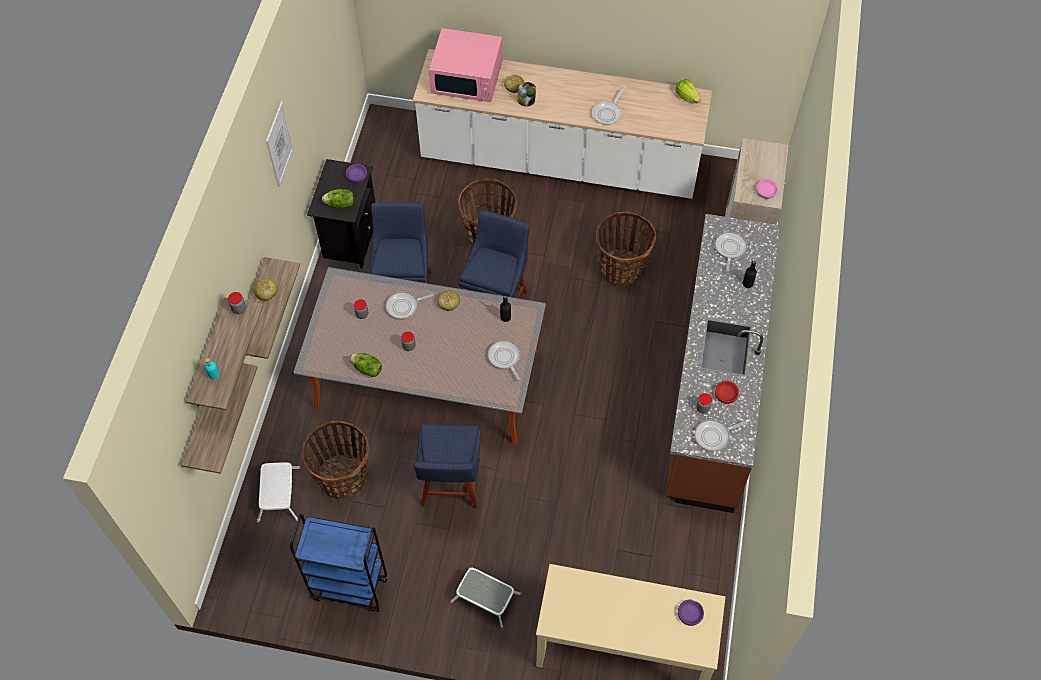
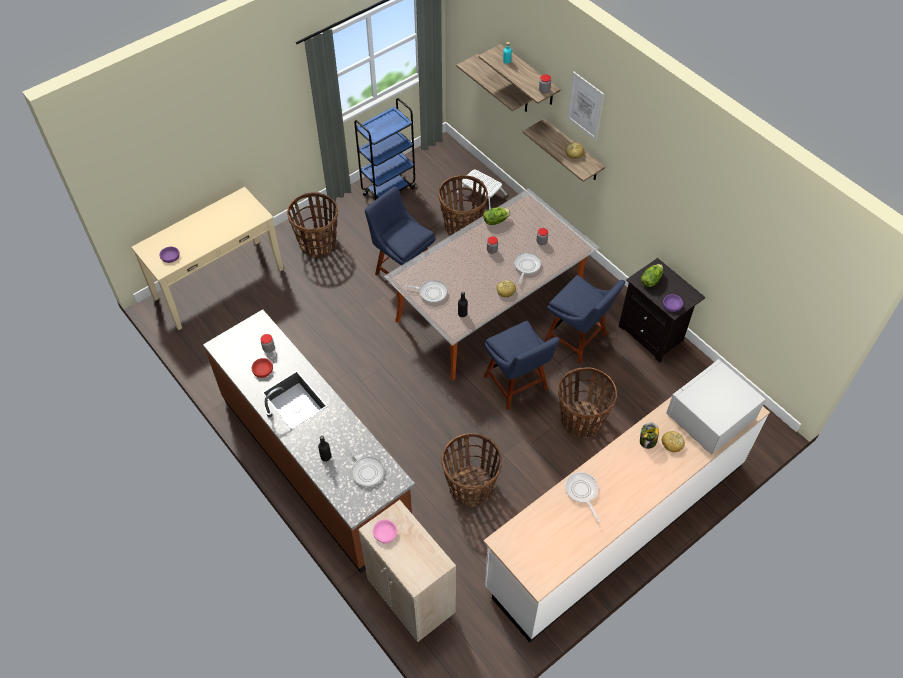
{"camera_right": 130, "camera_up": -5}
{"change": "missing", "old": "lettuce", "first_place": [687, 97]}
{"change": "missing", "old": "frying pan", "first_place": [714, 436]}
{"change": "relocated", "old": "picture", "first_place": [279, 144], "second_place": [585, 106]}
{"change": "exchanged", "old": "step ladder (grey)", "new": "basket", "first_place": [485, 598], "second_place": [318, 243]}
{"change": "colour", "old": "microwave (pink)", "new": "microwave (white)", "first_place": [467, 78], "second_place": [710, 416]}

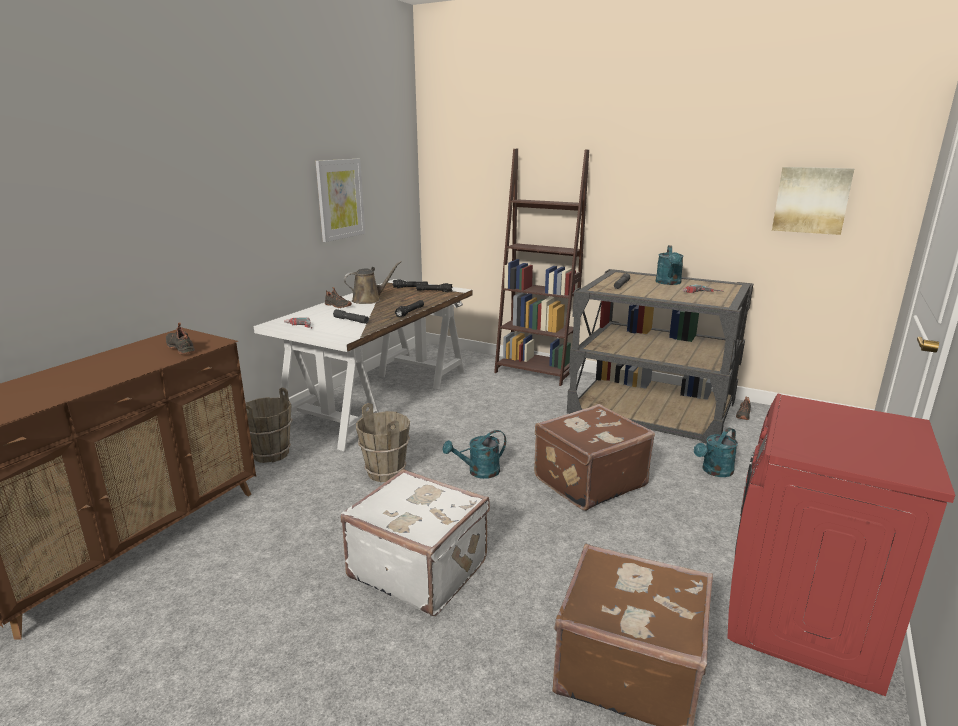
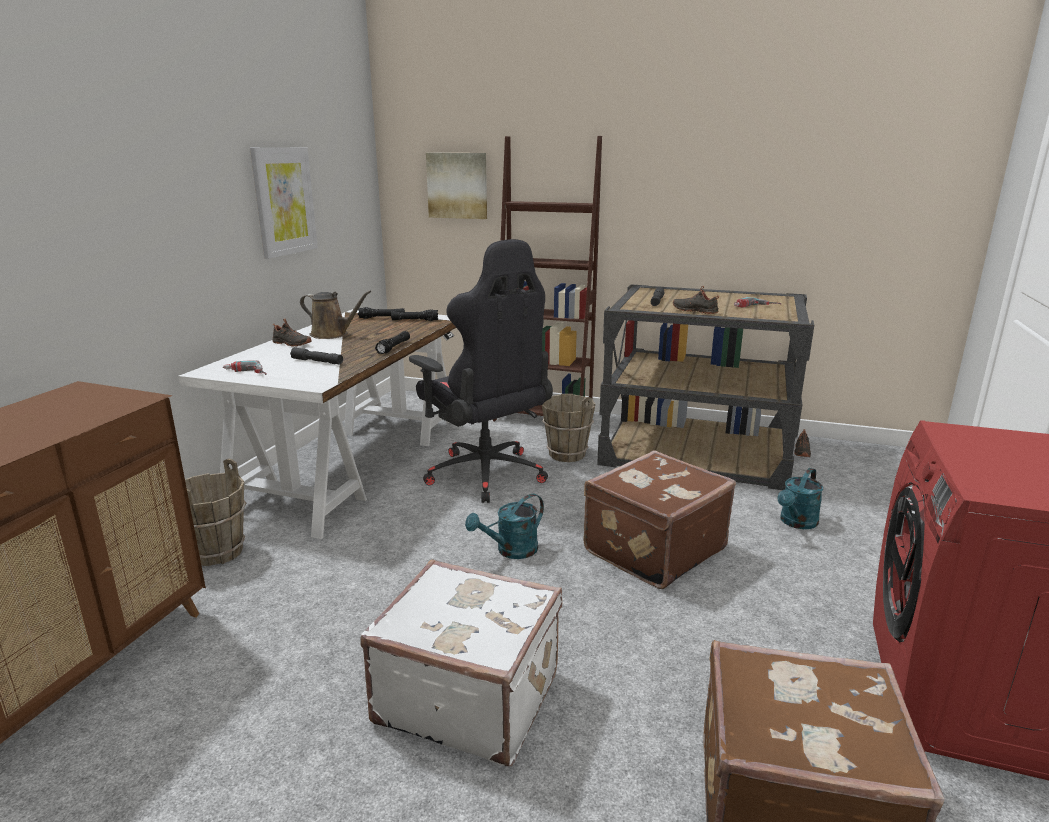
{"camera_right": -10, "camera_up": 0}
{"change": "missing", "old": "watering can (turquoise)", "first_place": [669, 283]}
{"change": "appeared", "new": "office chair (black)", "second_place": [484, 474]}
{"change": "relocated", "old": "shoe (black)", "first_place": [182, 348], "second_place": [695, 311]}
{"change": "relocated", "old": "bucket (brown)", "first_place": [386, 472], "second_place": [567, 454]}
{"change": "relocated", "old": "picture", "first_place": [811, 200], "second_place": [457, 185]}
{"change": "spun", "old": "watering can (brown)", "first_place": [369, 300], "second_place": [332, 334], "degrees": 60}

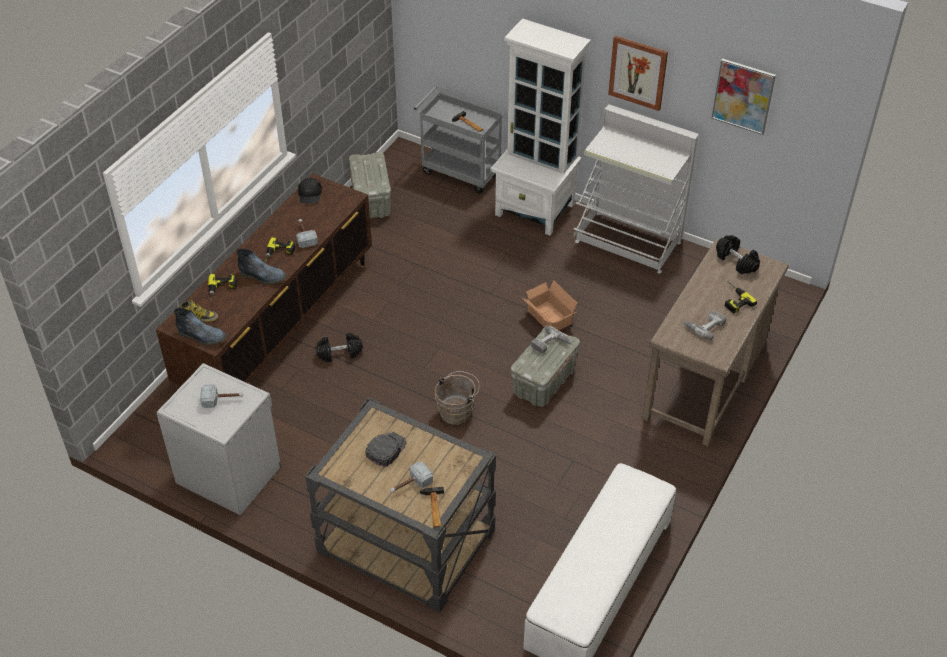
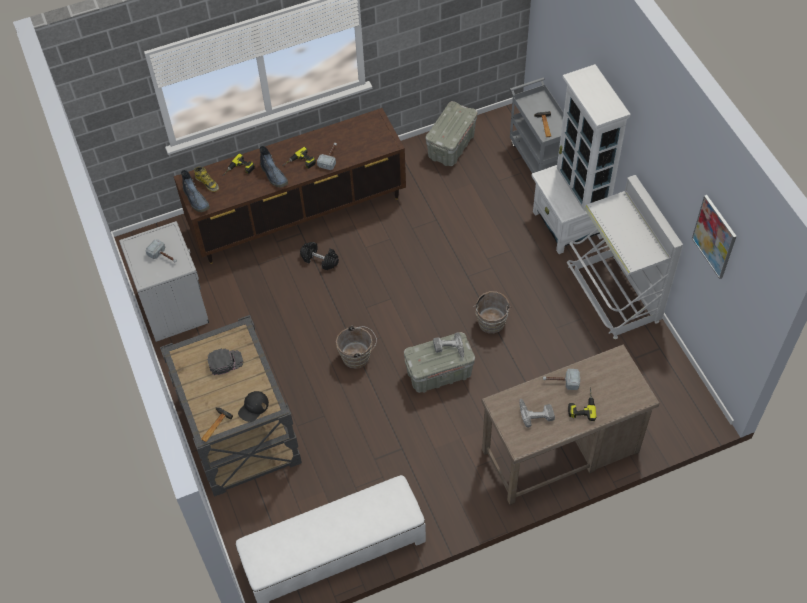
{"camera_right": 40, "camera_up": 10}
{"change": "missing", "old": "picture", "first_place": [638, 72]}
{"change": "missing", "old": "dumbbell (black)", "first_place": [736, 261]}
{"change": "relocated", "old": "cap (black)", "first_place": [310, 194], "second_place": [253, 407]}
{"change": "relocated", "old": "hammer", "first_place": [410, 484], "second_place": [561, 381]}
{"change": "exchanged", "old": "cardboard box", "new": "bucket (brown)", "first_place": [549, 319], "second_place": [491, 324]}

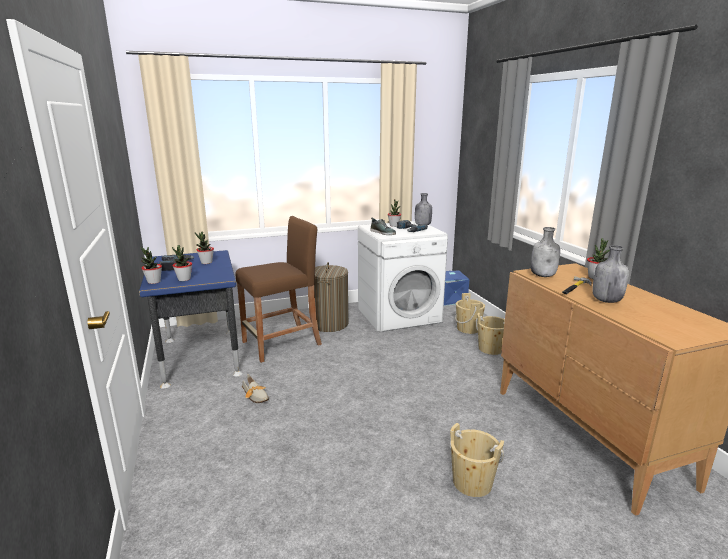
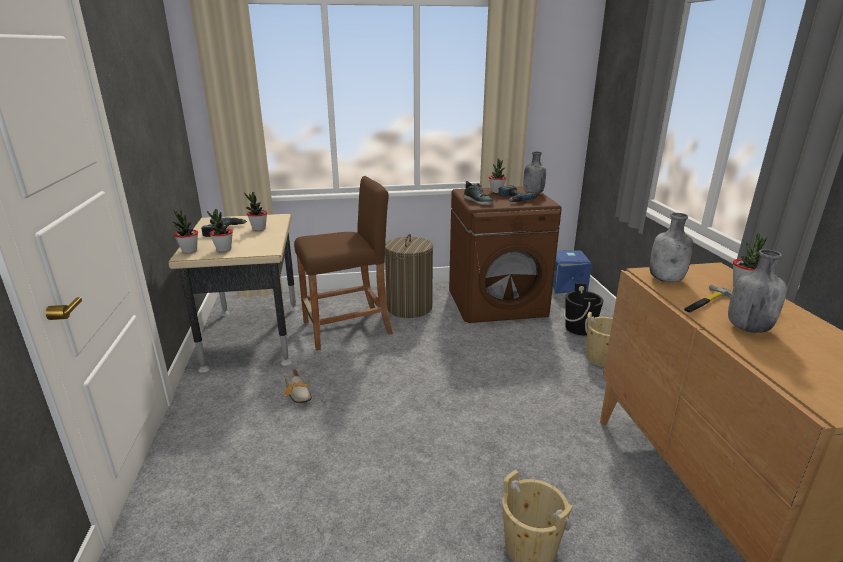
{"camera_right": 10, "camera_up": 5}
{"change": "colour", "old": "desk (blue)", "new": "desk (beige)", "first_place": [200, 356], "second_place": [252, 335]}
{"change": "colour", "old": "washing machine (white)", "new": "washing machine (brown)", "first_place": [401, 315], "second_place": [499, 303]}
{"change": "colour", "old": "bucket (beige)", "new": "bucket (black)", "first_place": [468, 329], "second_place": [580, 328]}

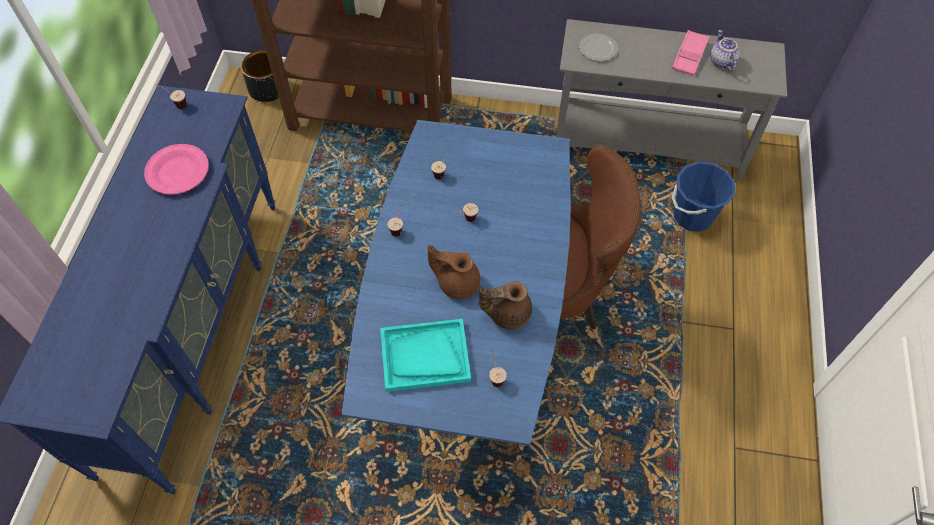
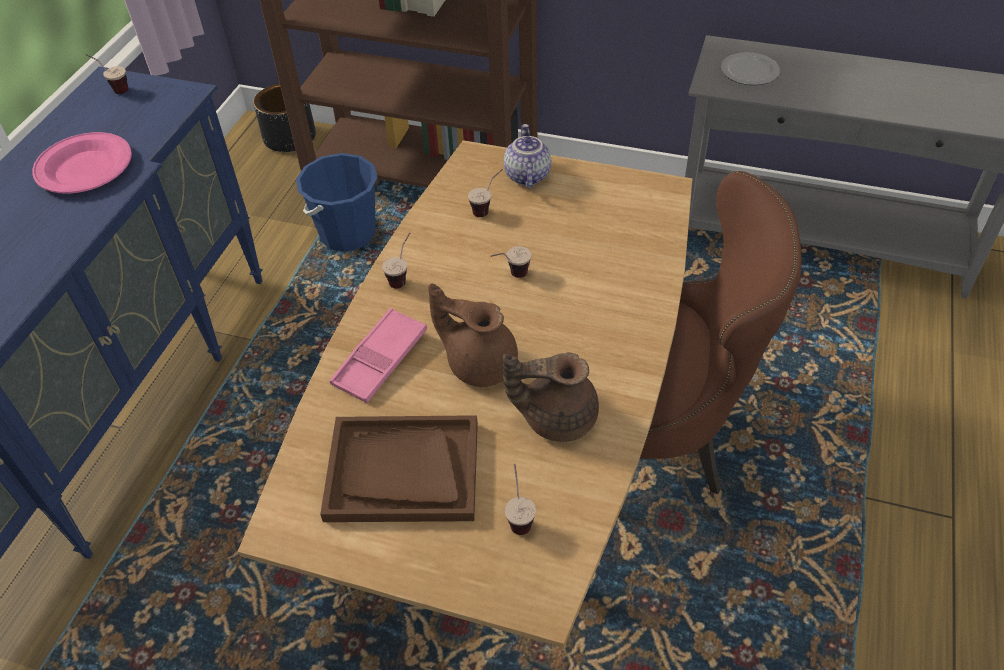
{"camera_right": 10, "camera_up": -10}
{"change": "relocated", "old": "bucket (blue)", "first_place": [692, 215], "second_place": [347, 233]}
{"change": "relocated", "old": "tray (pink)", "first_place": [689, 56], "second_place": [380, 360]}
{"change": "relocated", "old": "teapot", "first_place": [721, 61], "second_place": [526, 175]}
{"change": "colour", "old": "dining table (blue)", "new": "dining table (brown)", "first_place": [467, 336], "second_place": [509, 483]}
{"change": "colour", "old": "tray (turquoise)", "new": "tray (brown)", "first_place": [424, 356], "second_place": [402, 471]}

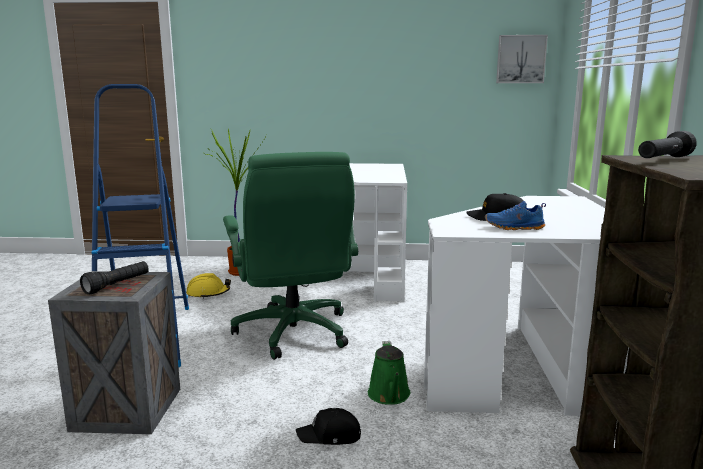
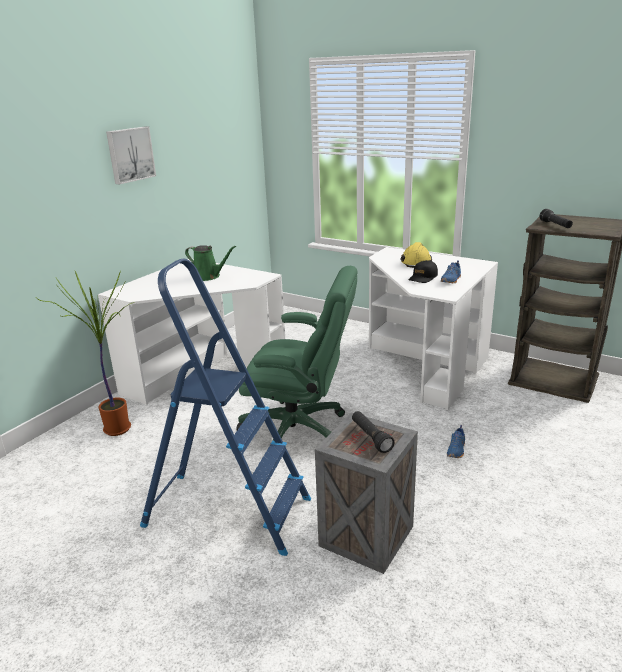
{"camera_right": -60, "camera_up": 10}
{"change": "relocated", "old": "hard hat (yellow)", "first_place": [208, 293], "second_place": [416, 262]}
{"change": "relocated", "old": "watering can (green)", "first_place": [389, 396], "second_place": [208, 276]}
{"change": "relocated", "old": "picture", "first_place": [520, 59], "second_place": [130, 154]}
{"change": "exchanged", "old": "cap (black)", "new": "shoe (blue)", "first_place": [330, 436], "second_place": [456, 450]}

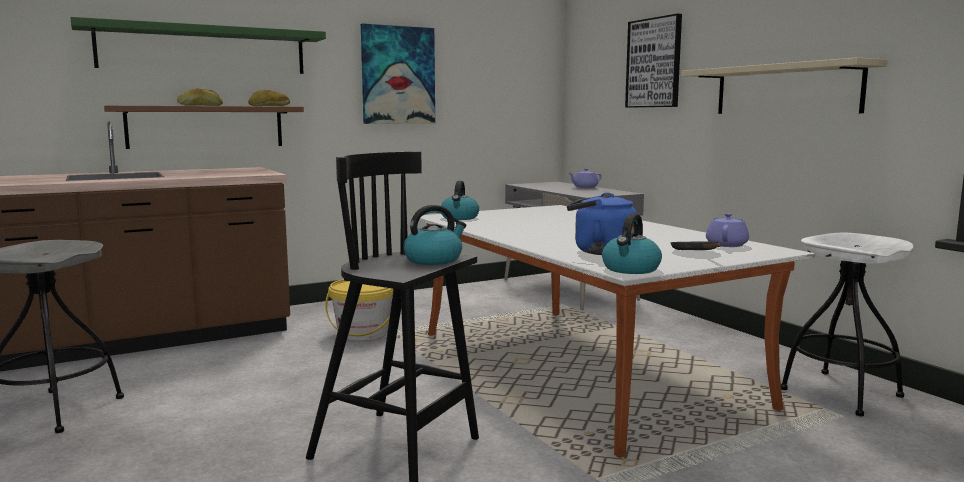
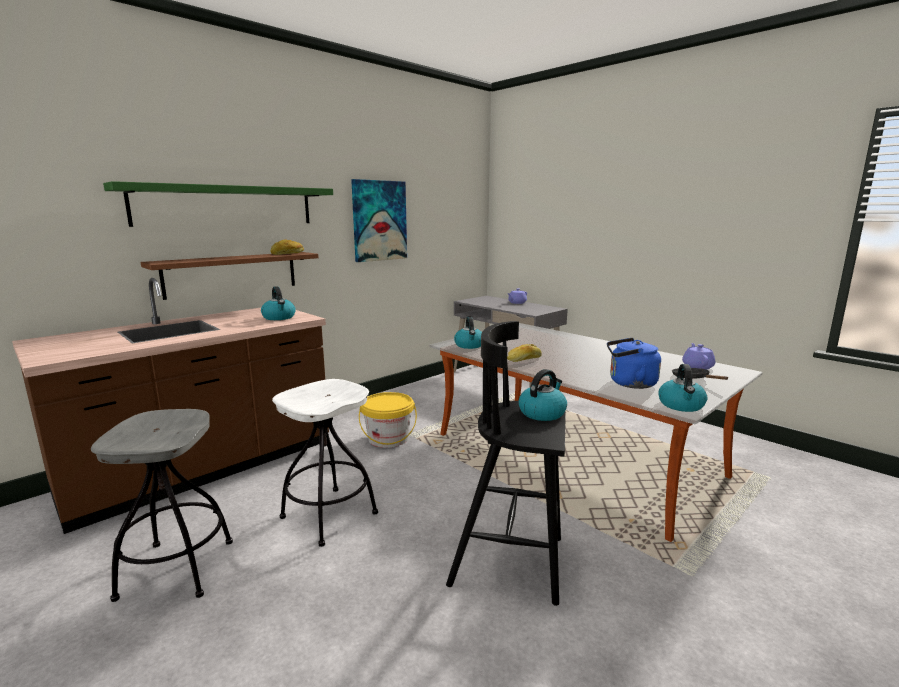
{"camera_right": -15, "camera_up": 5}
{"change": "missing", "old": "picture", "first_place": [654, 63]}
{"change": "missing", "old": "shelf (beige)", "first_place": [785, 90]}
{"change": "appeared", "new": "kettle", "second_place": [279, 317]}
{"change": "relocated", "old": "bread", "first_place": [200, 106], "second_place": [524, 360]}
{"change": "relocated", "old": "stool (white)", "first_place": [841, 392], "second_place": [329, 514]}

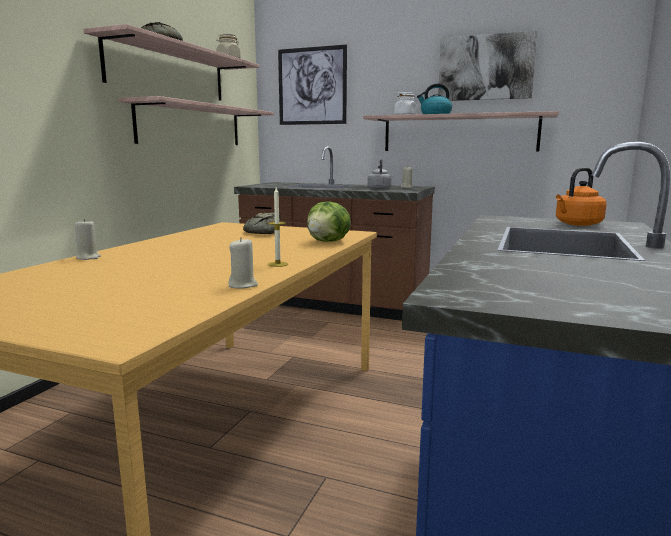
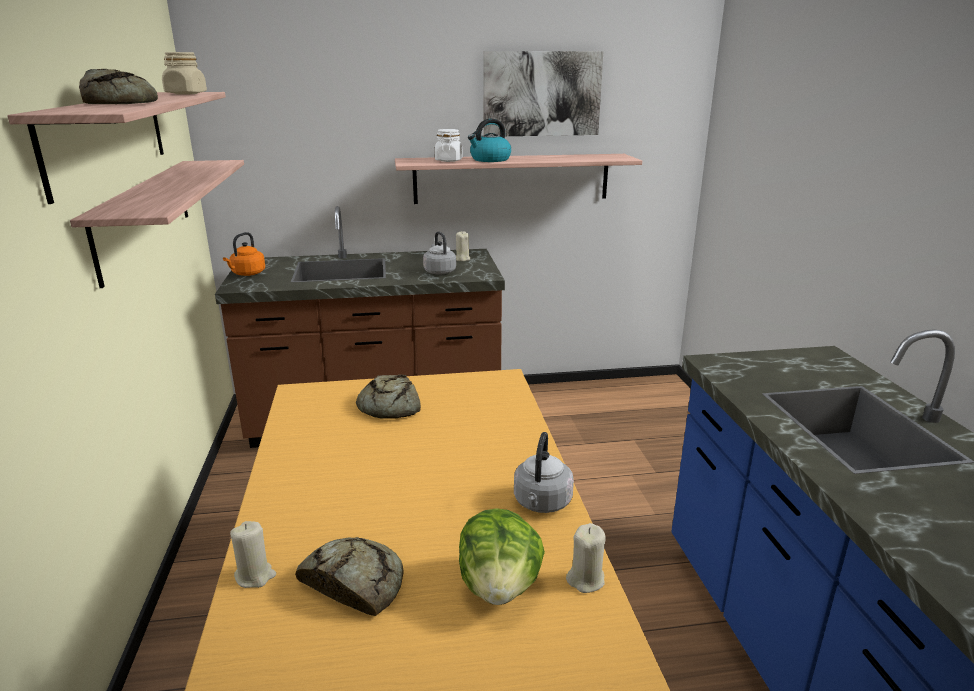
{"camera_right": -30, "camera_up": 10}
{"change": "missing", "old": "picture", "first_place": [312, 86]}
{"change": "appeared", "new": "bread", "second_place": [354, 582]}
{"change": "relocated", "old": "lettuce", "first_place": [328, 242], "second_place": [500, 587]}
{"change": "relocated", "old": "kettle (orange)", "first_place": [577, 224], "second_place": [247, 274]}
{"change": "exchanged", "old": "candle", "new": "kettle (grey)", "first_place": [278, 264], "second_place": [541, 503]}

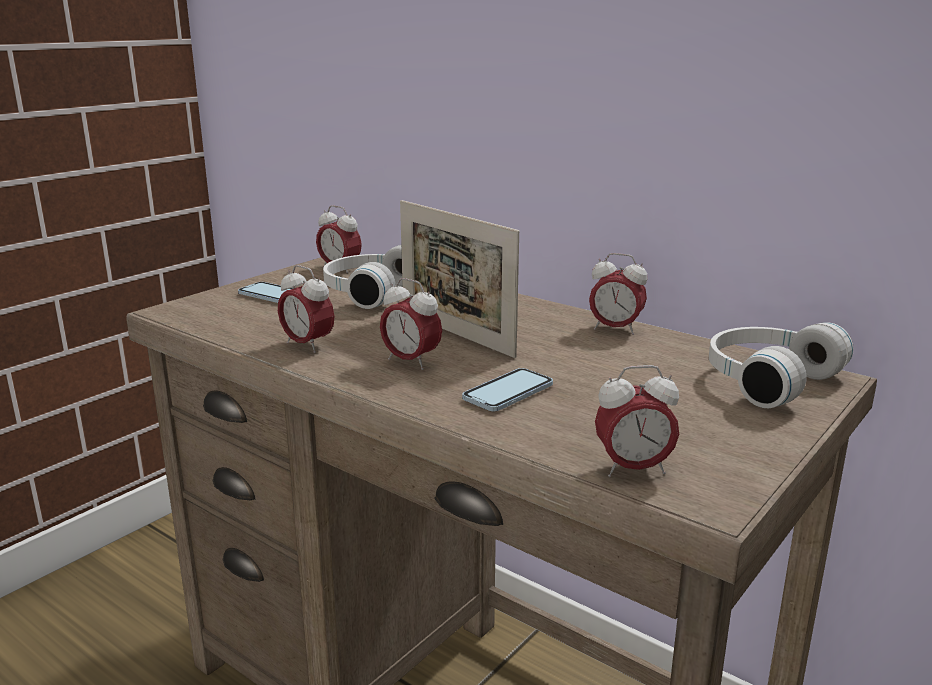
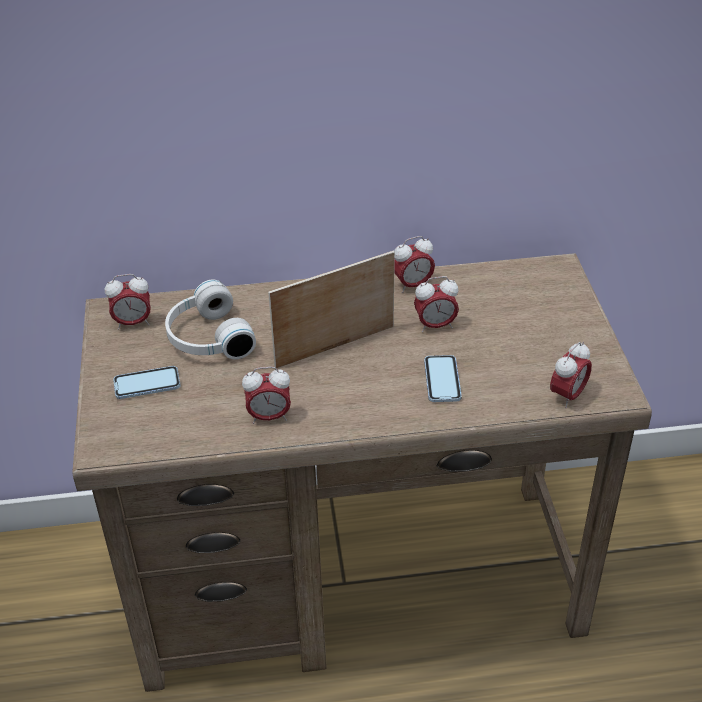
{"camera_right": -45, "camera_up": 20}
{"change": "missing", "old": "headphones (white)", "first_place": [765, 380]}
{"change": "relocated", "old": "alarm clock", "first_place": [411, 361], "second_place": [435, 325]}
{"change": "spun", "old": "picture frame", "first_place": [456, 333], "second_place": [335, 347], "degrees": 150}

